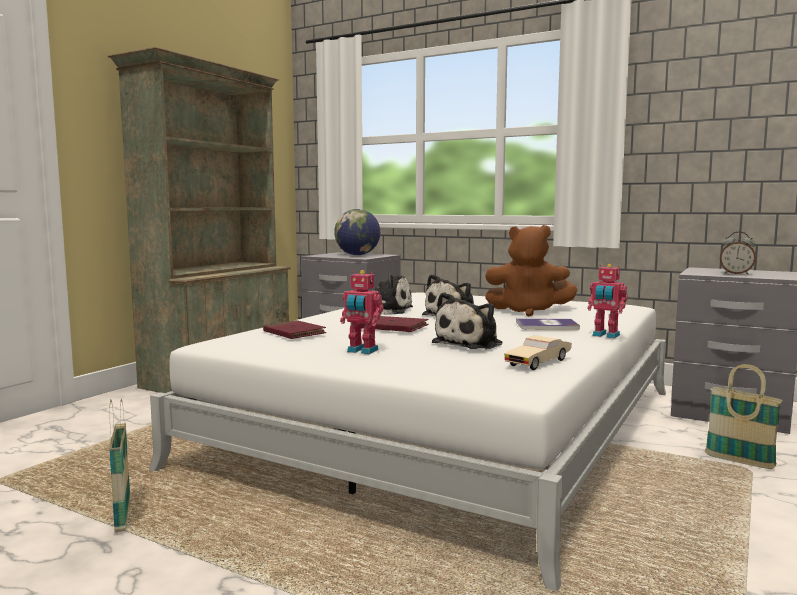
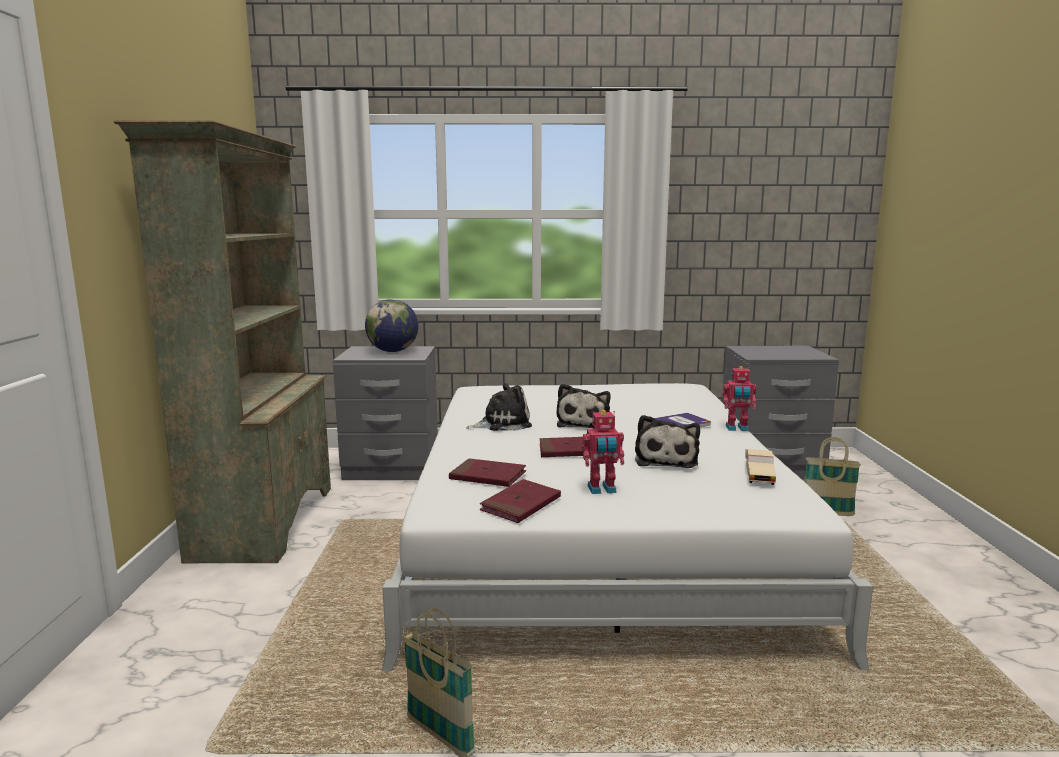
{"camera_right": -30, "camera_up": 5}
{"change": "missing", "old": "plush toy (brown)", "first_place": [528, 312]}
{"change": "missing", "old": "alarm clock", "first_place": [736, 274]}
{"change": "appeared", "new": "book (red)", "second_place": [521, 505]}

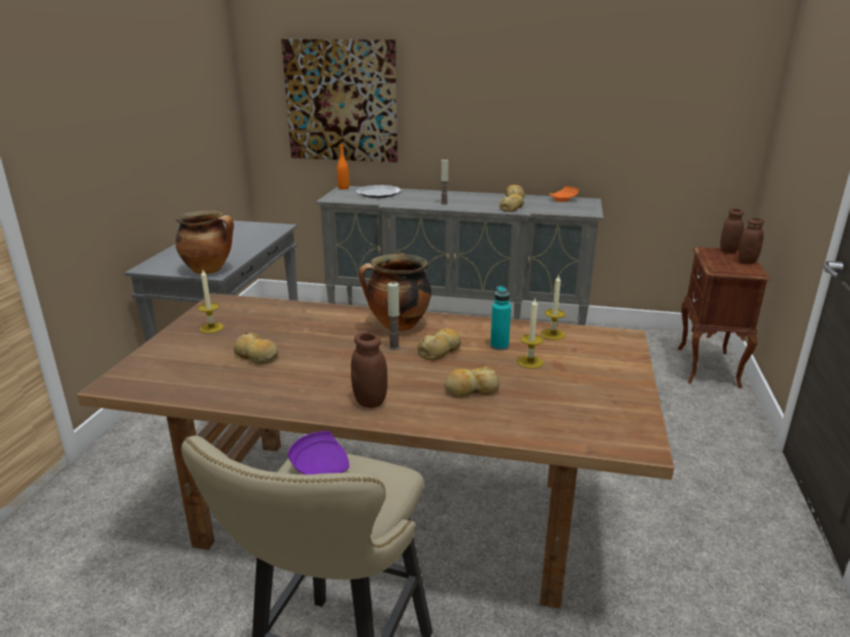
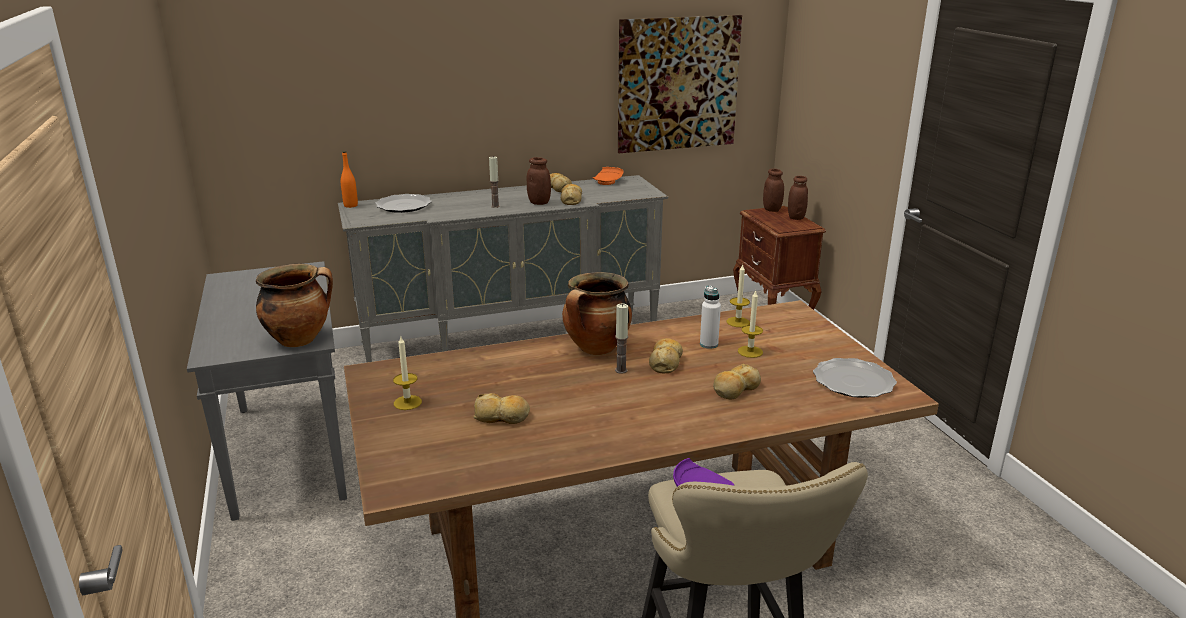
{"camera_right": -30, "camera_up": 0}
{"change": "appeared", "new": "plate", "second_place": [854, 381]}
{"change": "relocated", "old": "picture", "first_place": [341, 101], "second_place": [678, 84]}
{"change": "relocated", "old": "jar (brown)", "first_place": [370, 401], "second_place": [539, 202]}
{"change": "colour", "old": "bottle (turquoise)", "new": "bottle (white)", "first_place": [499, 346], "second_place": [708, 344]}

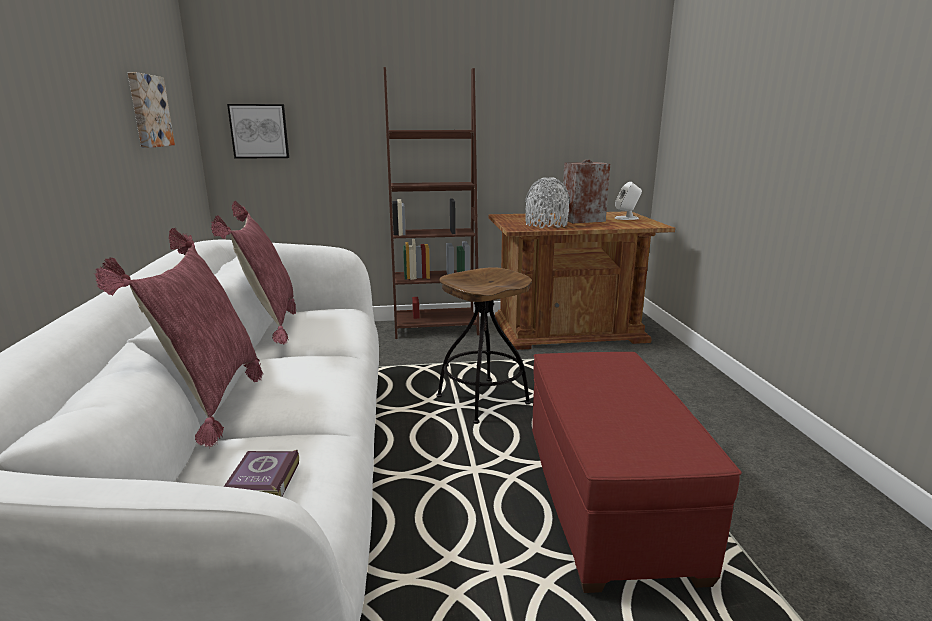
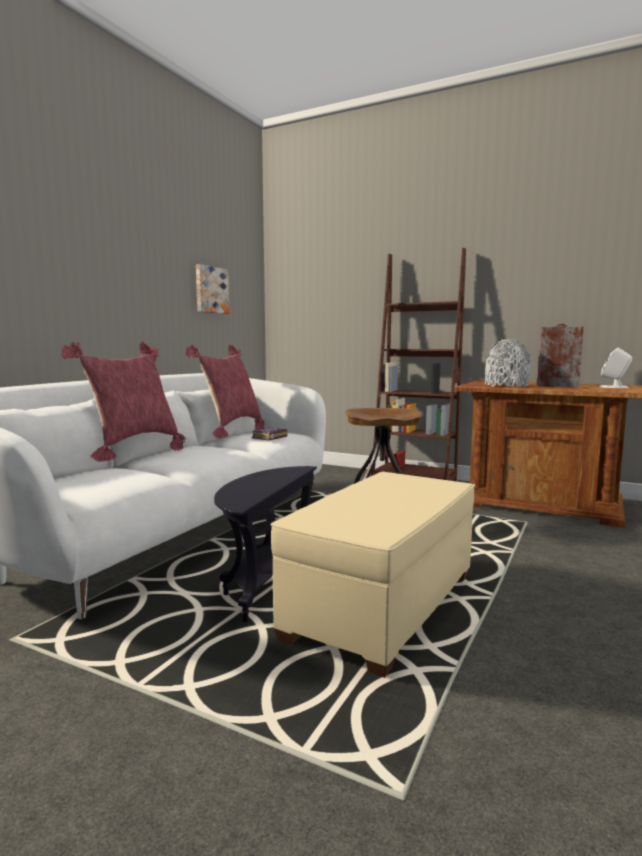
{"camera_right": 35, "camera_up": -10}
{"change": "missing", "old": "picture", "first_place": [259, 131]}
{"change": "appeared", "new": "side table (black)", "second_place": [264, 582]}
{"change": "relocated", "old": "book", "first_place": [261, 483], "second_place": [268, 437]}
{"change": "colour", "old": "ottoman (red)", "new": "ottoman (beige)", "first_place": [607, 502], "second_place": [383, 606]}

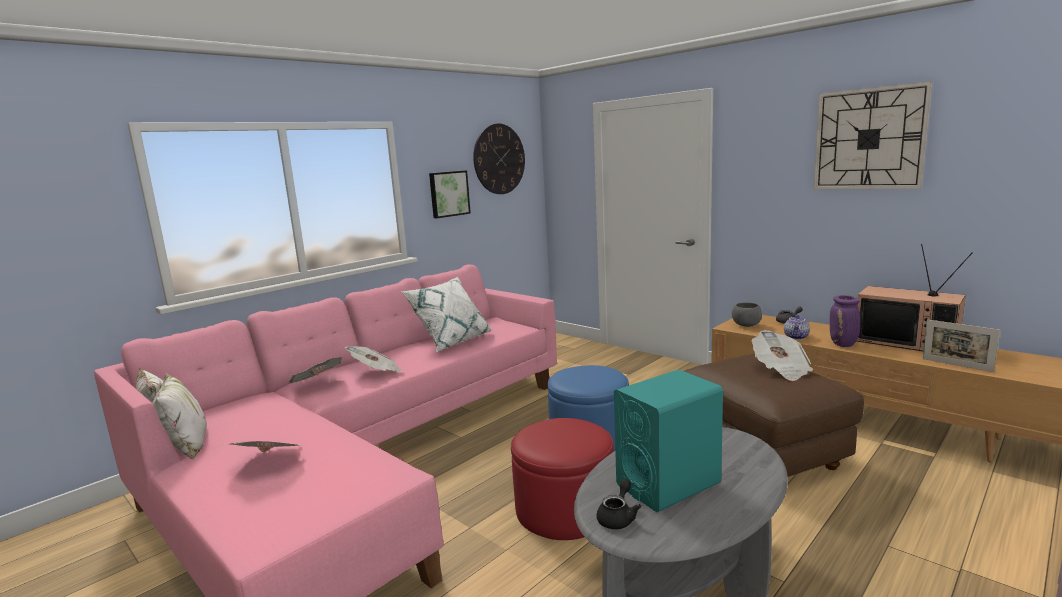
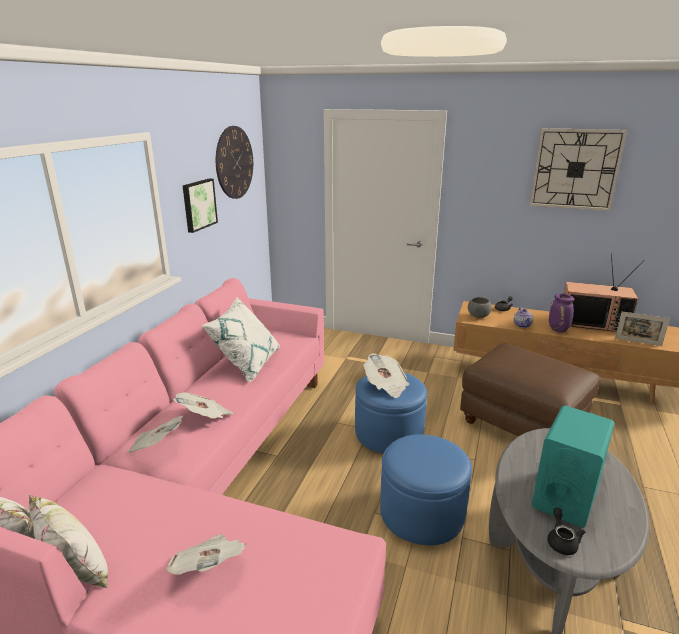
{"camera_right": -25, "camera_up": 10}
{"change": "relocated", "old": "newspaper", "first_place": [781, 370], "second_place": [386, 386]}
{"change": "colour", "old": "ottoman (red)", "new": "ottoman (blue)", "first_place": [565, 509], "second_place": [422, 512]}

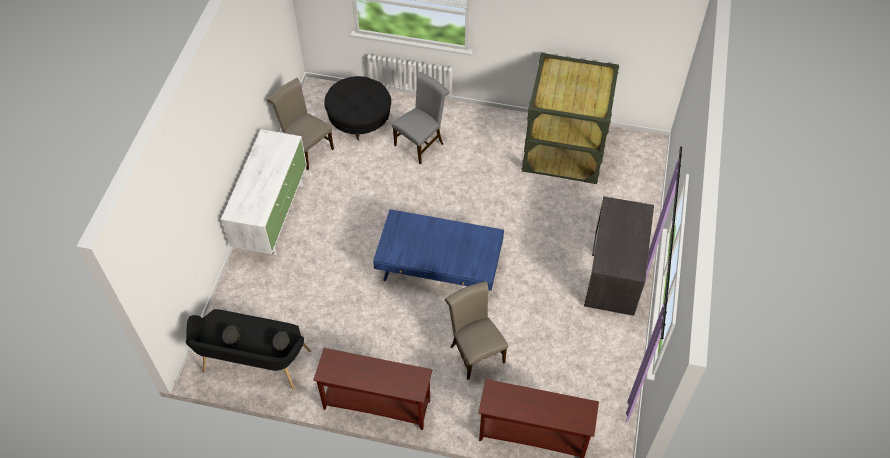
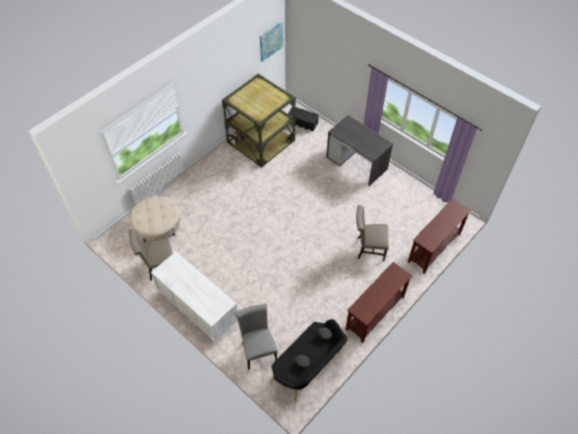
{"camera_right": -60, "camera_up": 0}
{"change": "missing", "old": "coffee table (blue)", "first_place": [439, 266]}
{"change": "appeared", "new": "picture", "second_place": [271, 40]}
{"change": "appeared", "new": "storage box (black)", "second_place": [302, 122]}
{"change": "relocated", "old": "chair (grey)", "first_place": [421, 143], "second_place": [258, 349]}
{"change": "colour", "old": "ottoman (black)", "new": "ottoman (beige)", "first_place": [359, 119], "second_place": [158, 227]}

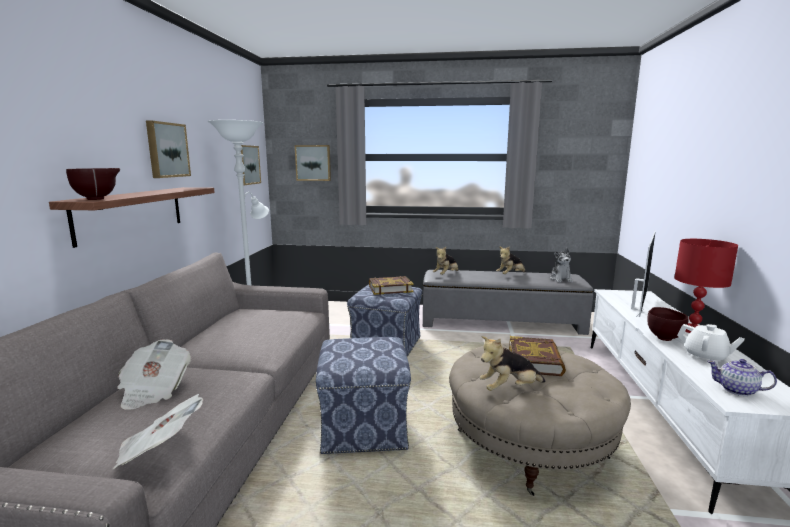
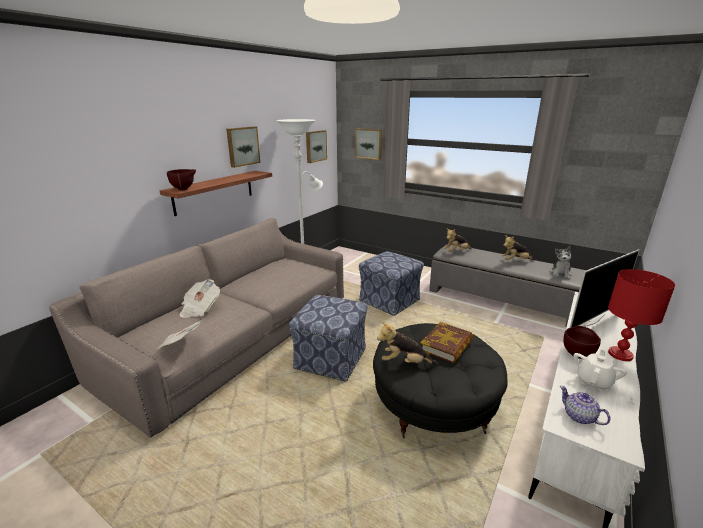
{"camera_right": 25, "camera_up": 10}
{"change": "missing", "old": "book", "first_place": [390, 288]}
{"change": "colour", "old": "ottoman (beige)", "new": "ottoman (black)", "first_place": [530, 444], "second_place": [433, 404]}
{"change": "spun", "old": "teapot (white)", "first_place": [705, 357], "second_place": [593, 381], "degrees": -120}

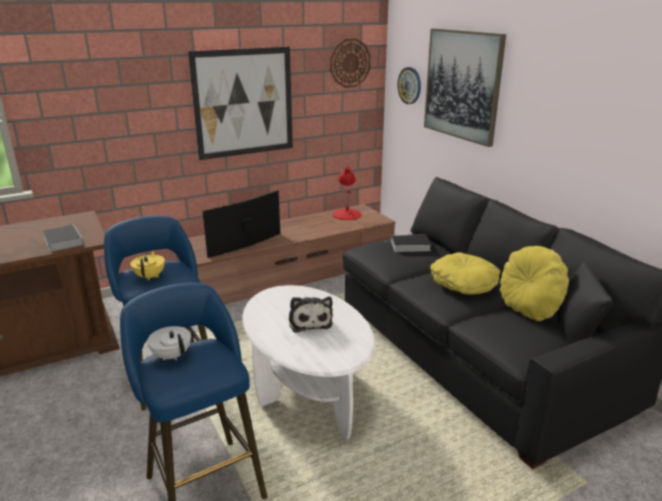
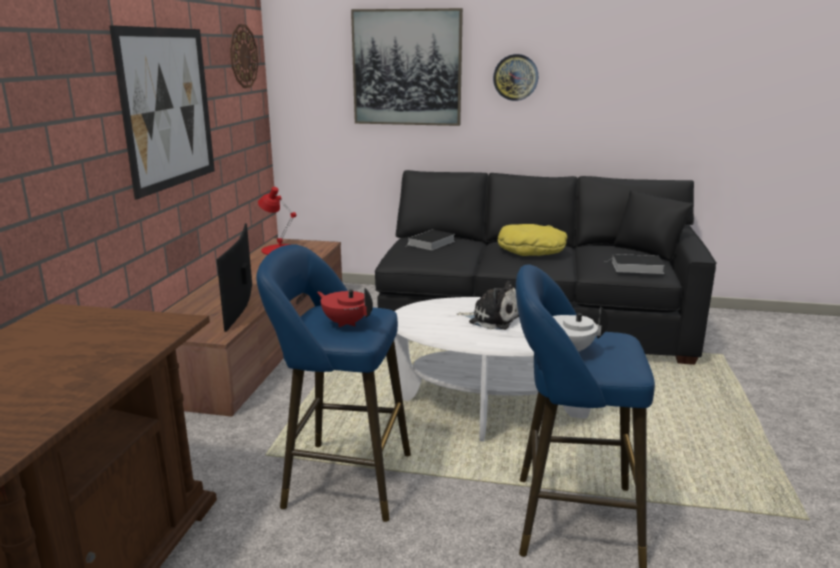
{"camera_right": -50, "camera_up": -5}
{"change": "missing", "old": "pillow (yellow)", "first_place": [528, 311]}
{"change": "relocated", "old": "book", "first_place": [62, 240], "second_place": [635, 267]}
{"change": "relocated", "old": "wall clock", "first_place": [410, 85], "second_place": [515, 77]}
{"change": "colour", "old": "teapot (yellow)", "new": "teapot (red)", "first_place": [150, 276], "second_place": [346, 323]}

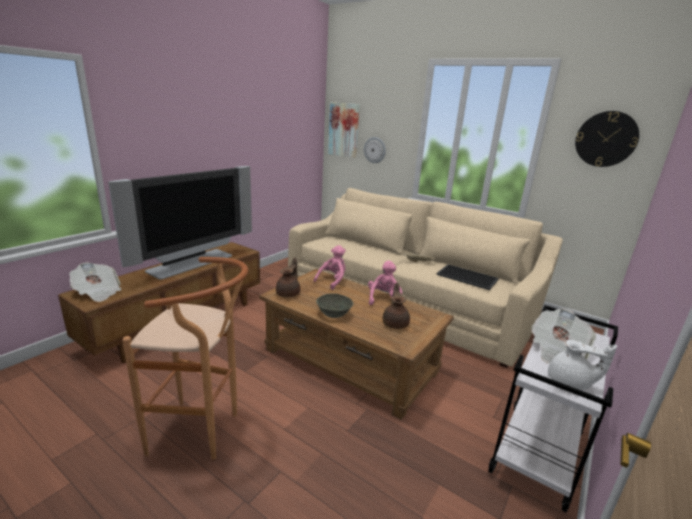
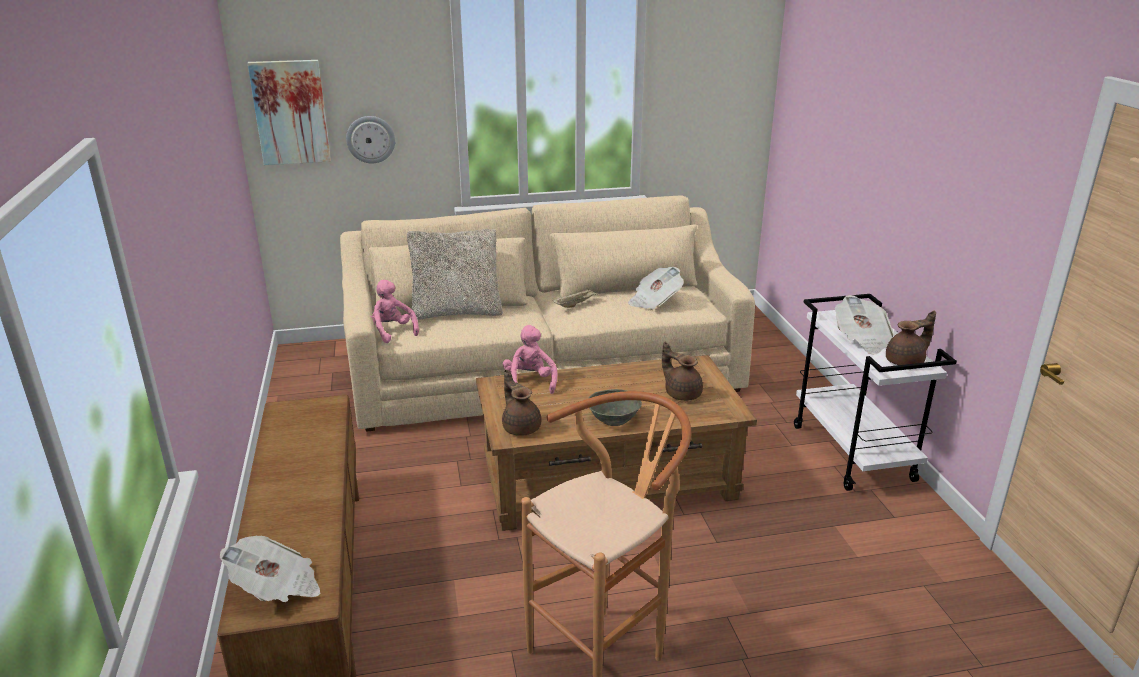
{"camera_right": -45, "camera_up": 5}
{"change": "missing", "old": "television", "first_place": [192, 263]}
{"change": "missing", "old": "wall clock", "first_place": [606, 139]}
{"change": "appeared", "new": "pillow (beige)", "second_place": [457, 310]}
{"change": "relocated", "old": "plush toy (pink)", "first_place": [383, 299], "second_place": [391, 332]}
{"change": "exchanged", "old": "tray", "new": "newspaper", "first_place": [466, 277], "second_place": [654, 301]}
{"change": "colour", "old": "teapot (white)", "new": "teapot (brown)", "first_place": [570, 383], "second_place": [906, 362]}

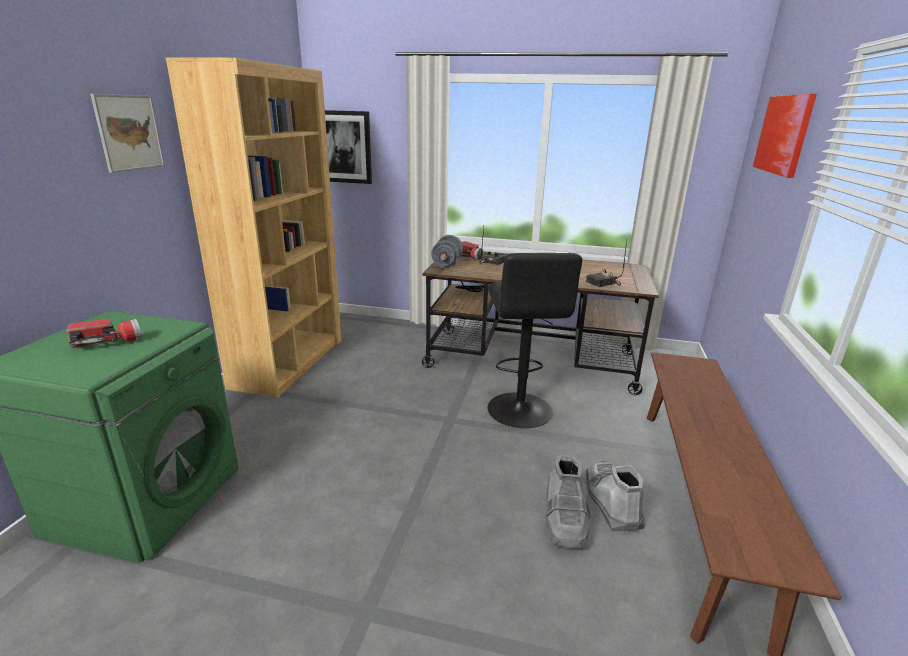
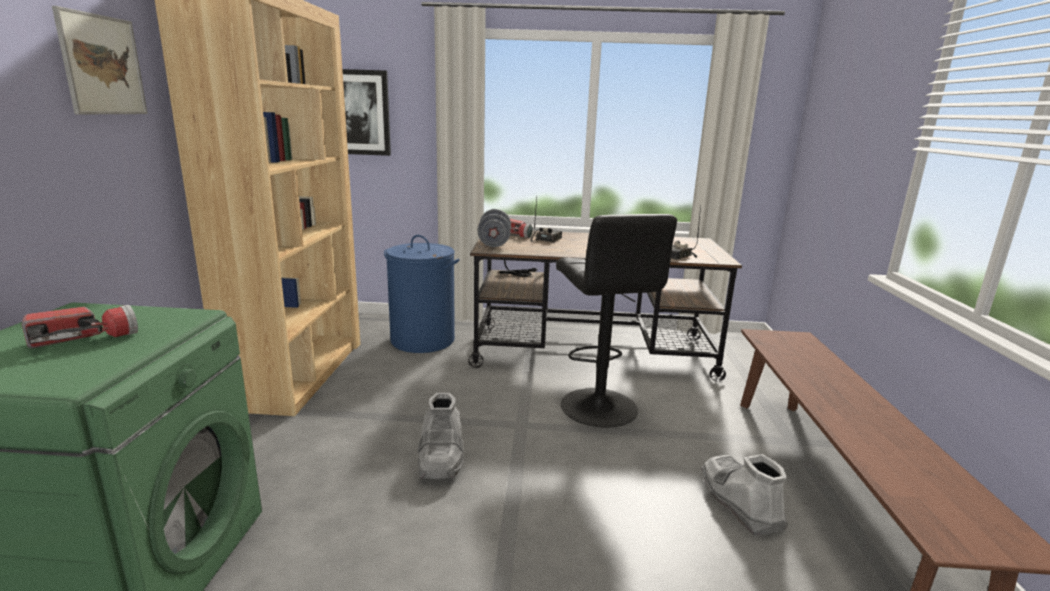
{"camera_right": -10, "camera_up": -5}
{"change": "missing", "old": "picture", "first_place": [784, 134]}
{"change": "appeared", "new": "laundry basket (blue)", "second_place": [423, 340]}
{"change": "relocated", "old": "boot (grey)", "first_place": [565, 520], "second_place": [441, 459]}

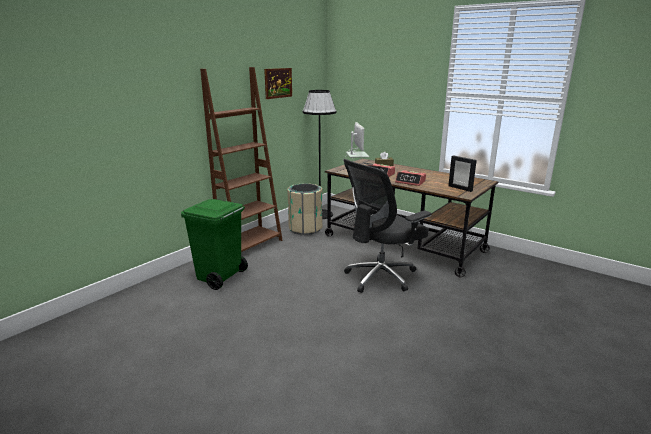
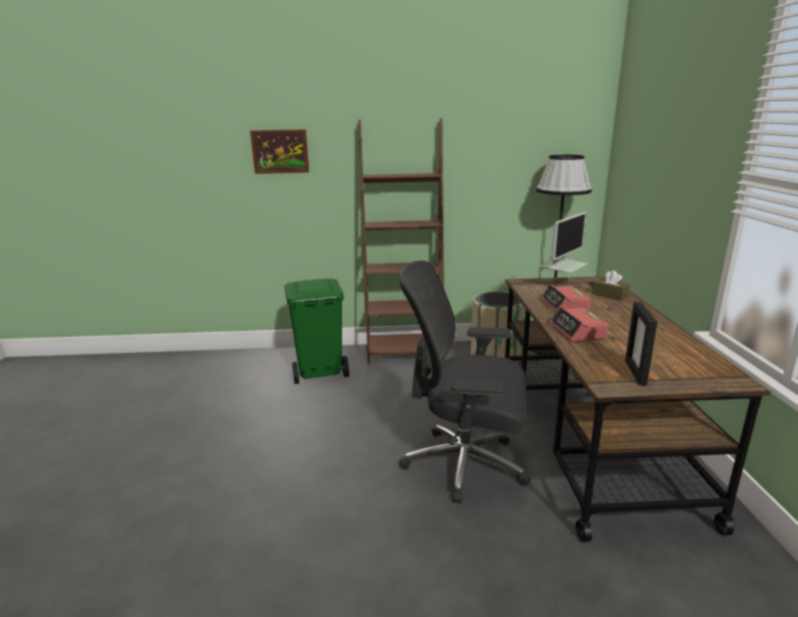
{"camera_right": 50, "camera_up": 0}
{"change": "relocated", "old": "picture", "first_place": [278, 83], "second_place": [280, 151]}

